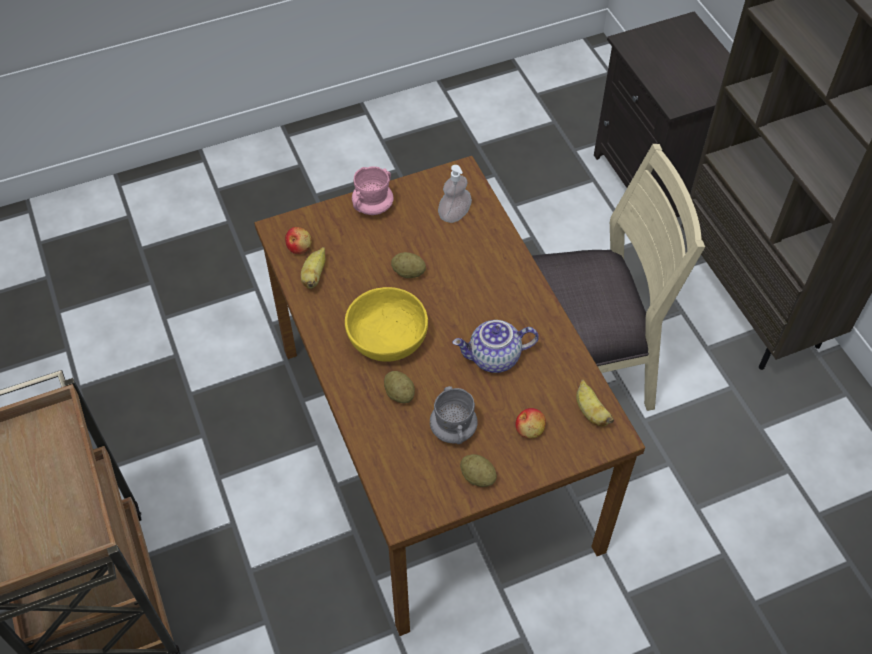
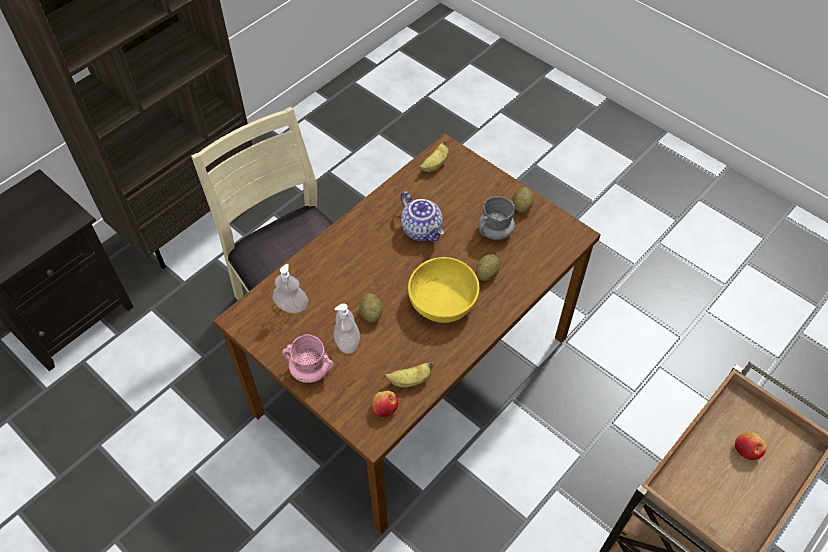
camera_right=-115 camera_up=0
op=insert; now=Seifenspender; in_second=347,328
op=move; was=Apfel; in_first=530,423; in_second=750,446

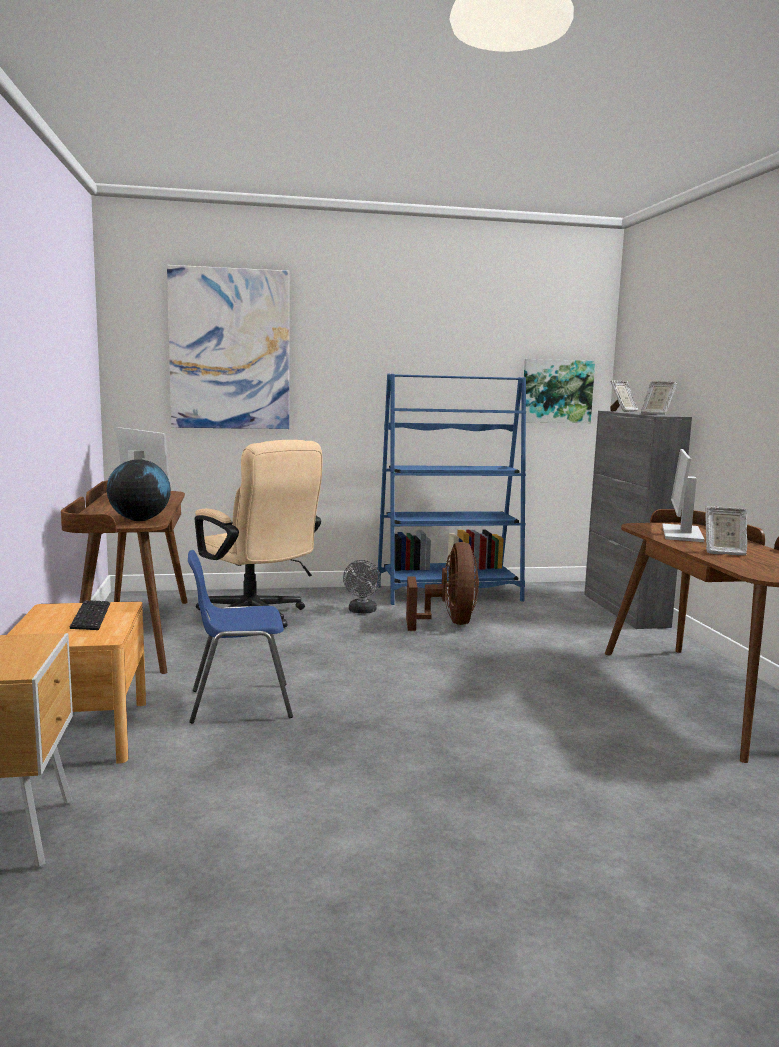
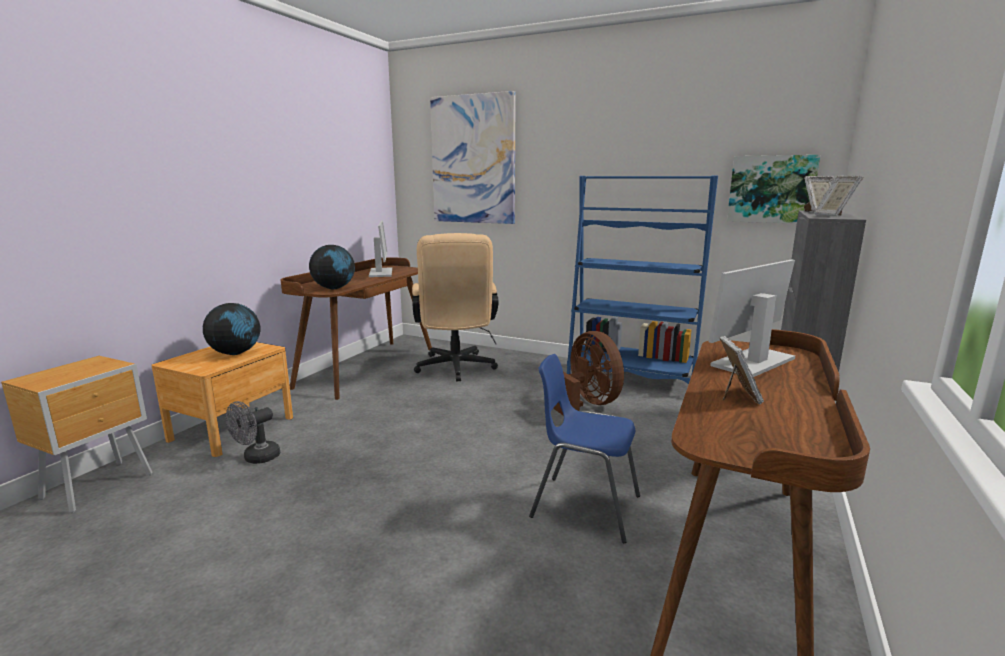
camera_right=35 camera_up=5
op=move; was=Stuhl/blau; in_first=240,637; in_second=584,448
op=move; was=Ventilator/grau; in_first=362,587; in_second=253,432
op=replace; was=Tastatur; now=Globus; in_first=89,615; in_second=231,329
op=rotate; was=Ventilator/braun; in_first=442,586; in_second=588,373; clockwise=-60
op=rotate; was=Bilderrahmen; in_first=726,531; in_second=741,370; clockwise=-135

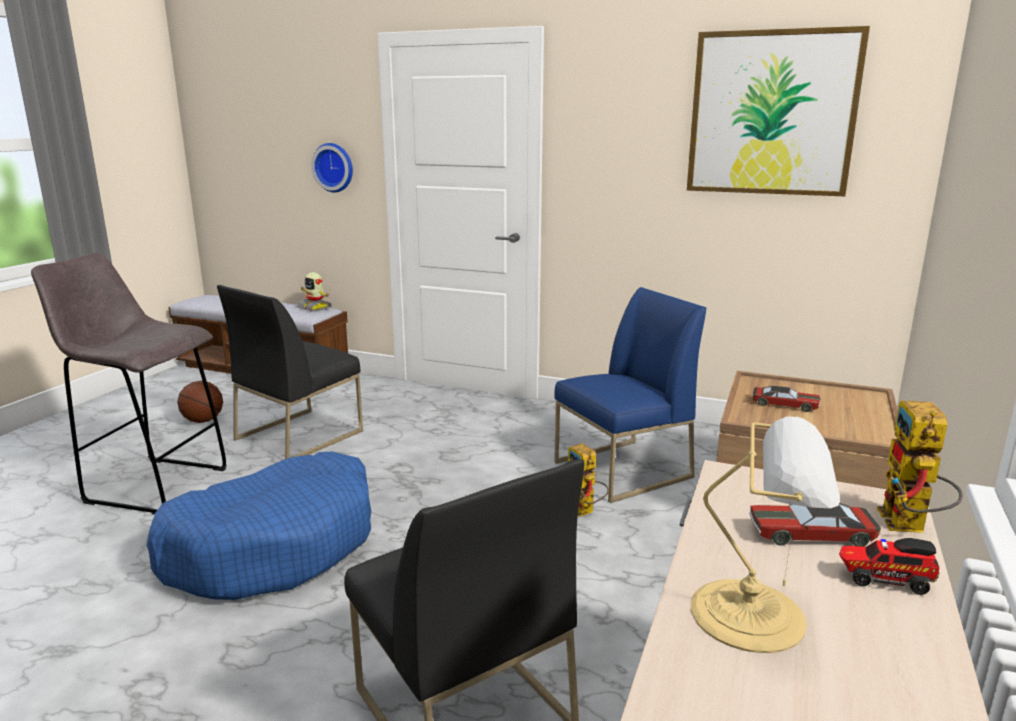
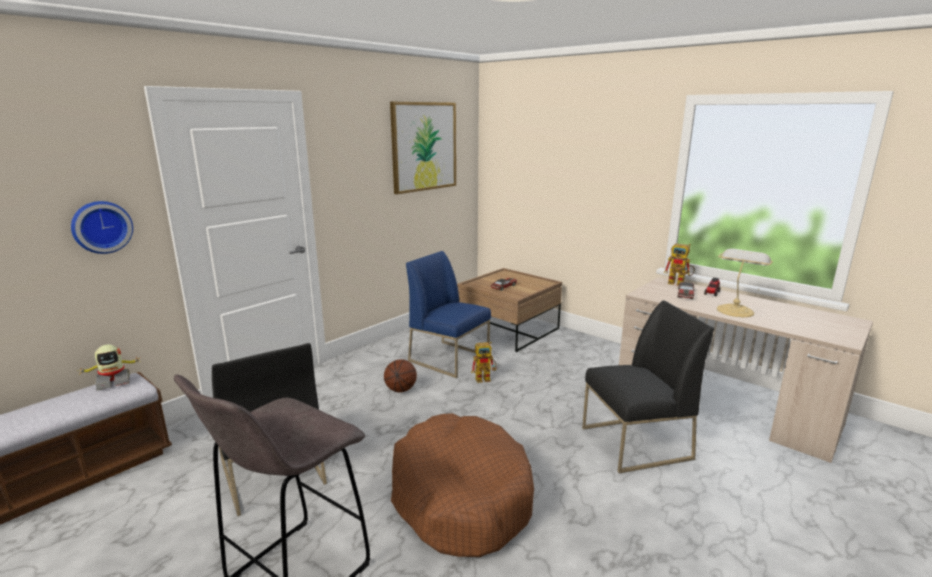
camera_right=-70 camera_up=0
op=move; was=Basketball; in_first=200,402; in_second=400,375
op=recolor; was=Hundebett/blau; now=Hundebett/braun; in_first=259,525; in_second=462,485
op=rotate; was=Stuhl/blau; in_first=630,395; in_second=448,314; clockwise=-45

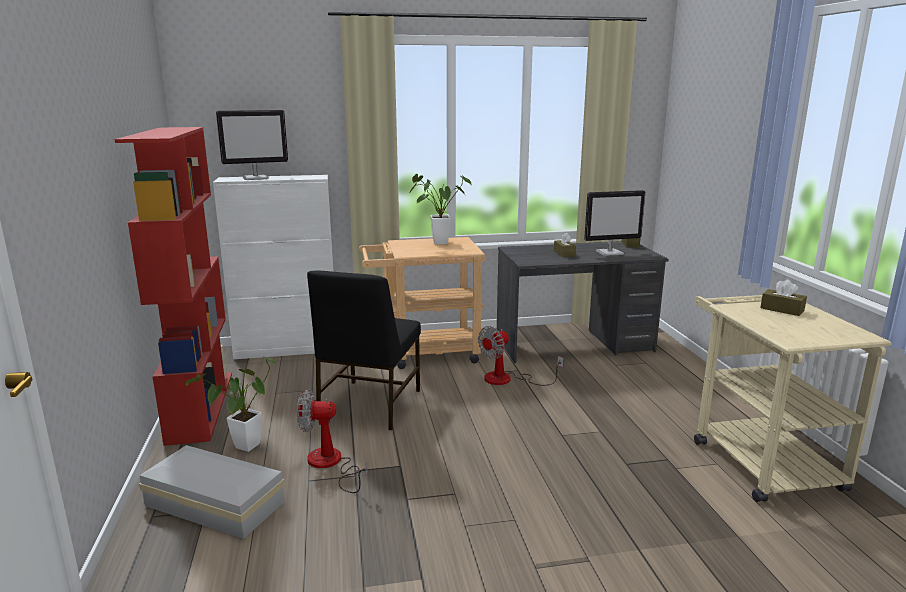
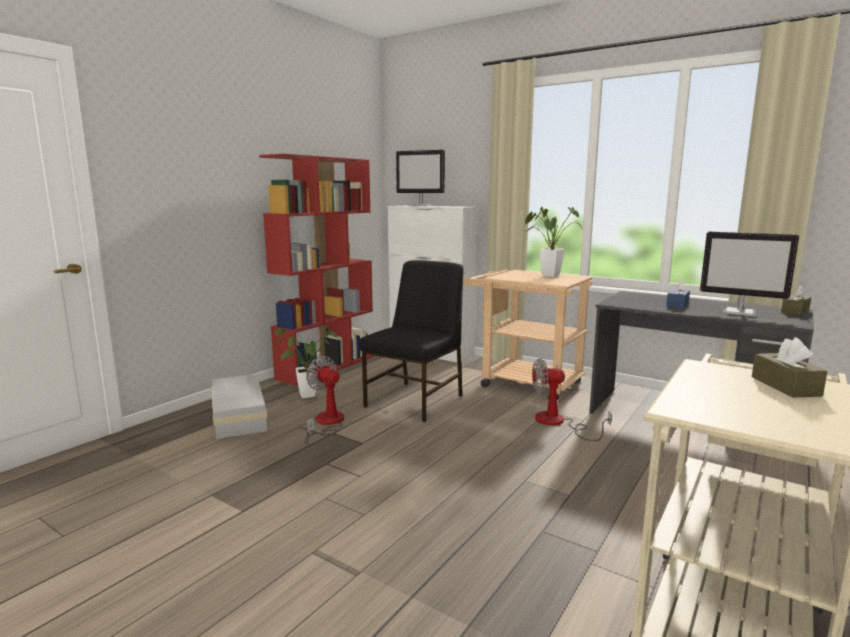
camera_right=45 camera_up=-5
op=recolor; was=Taschentuchbox/braun; now=Taschentuchbox/blau; in_first=565,244; in_second=678,294
op=rotate; was=Stuhl/schwarz; in_first=364,350; in_second=412,341; clockwise=150

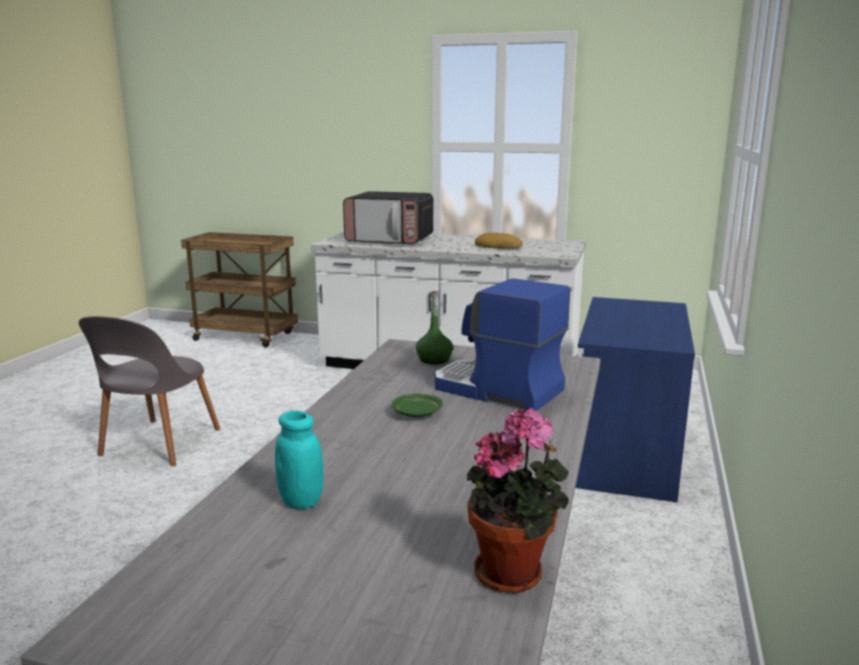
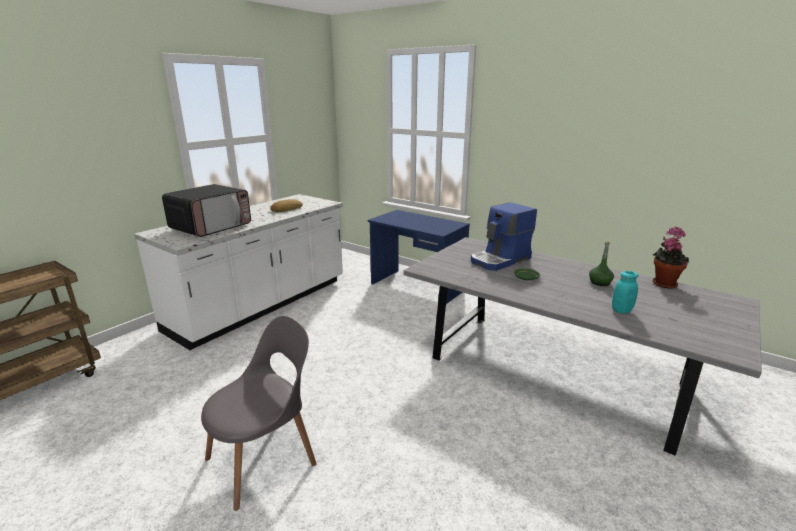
camera_right=-70 camera_up=5
op=move; was=Flasche/grün; in_first=434,327; in_second=601,263
op=rotate; was=Stuhl/grau; in_first=149,391; in_second=259,413; clockwise=-75

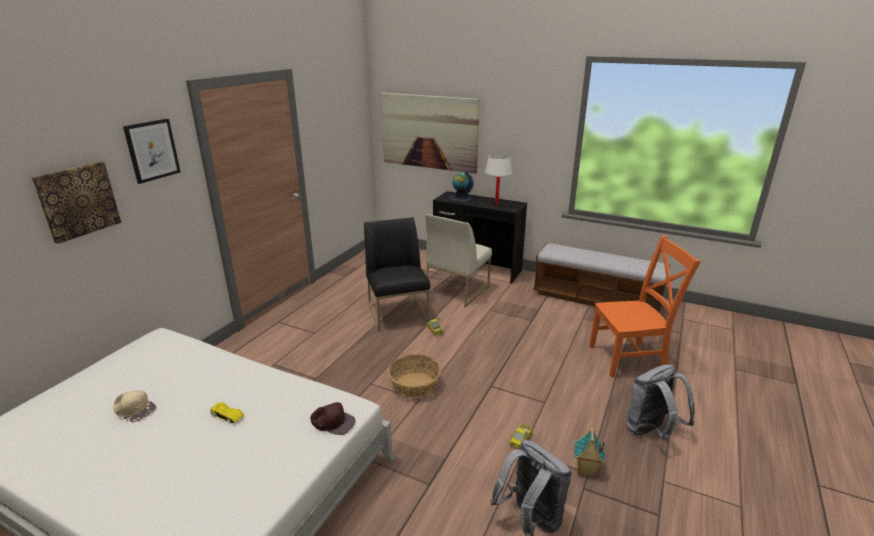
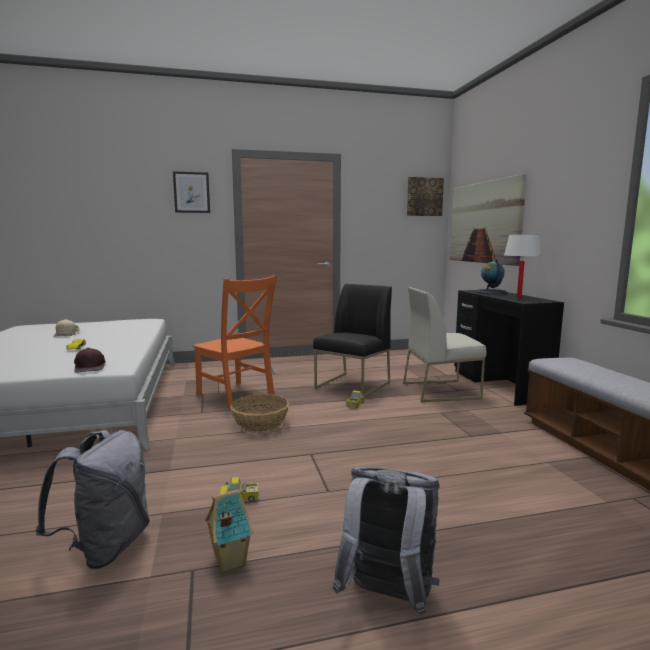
camera_right=50 camera_up=-15
op=move; was=Bild; in_first=76,203; in_second=425,196
op=move; was=Stuhl/orange; in_first=645,306; in_second=235,342

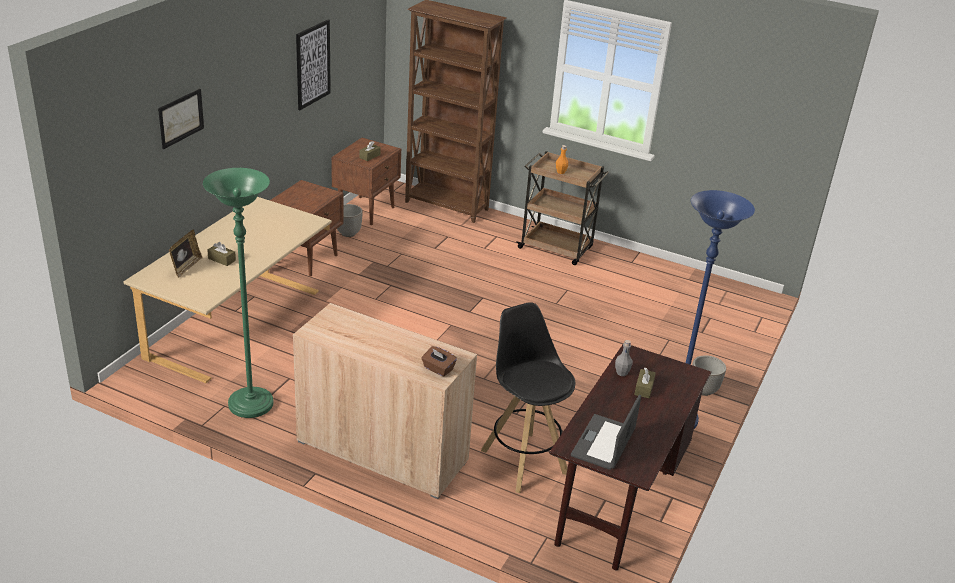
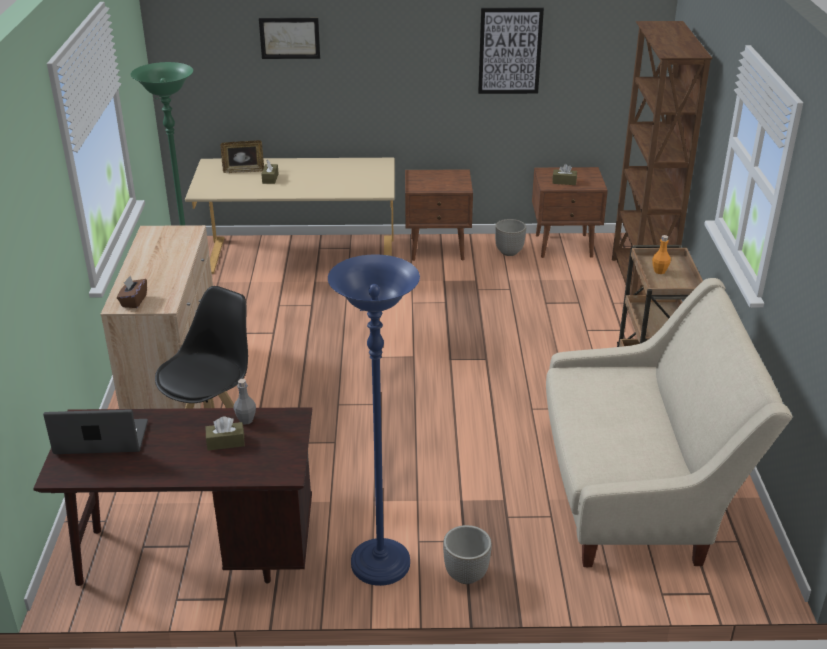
camera_right=65 camera_up=0
op=insert; now=Sofa/beige; in_second=669,422

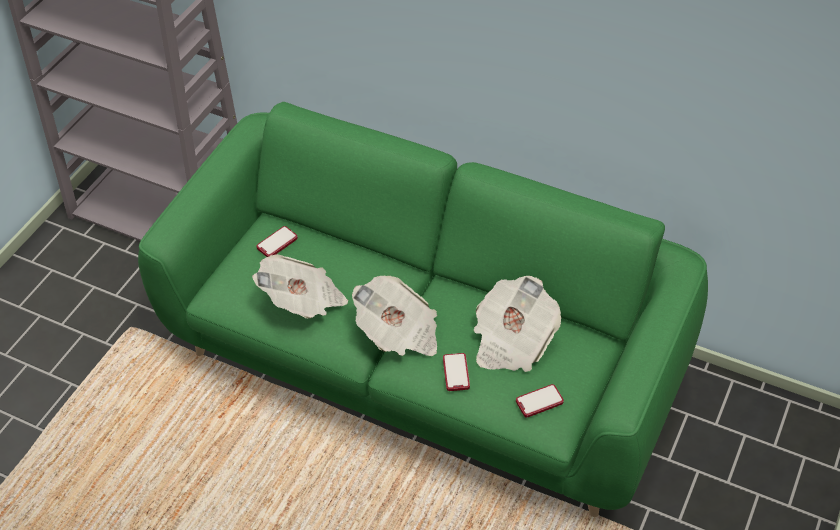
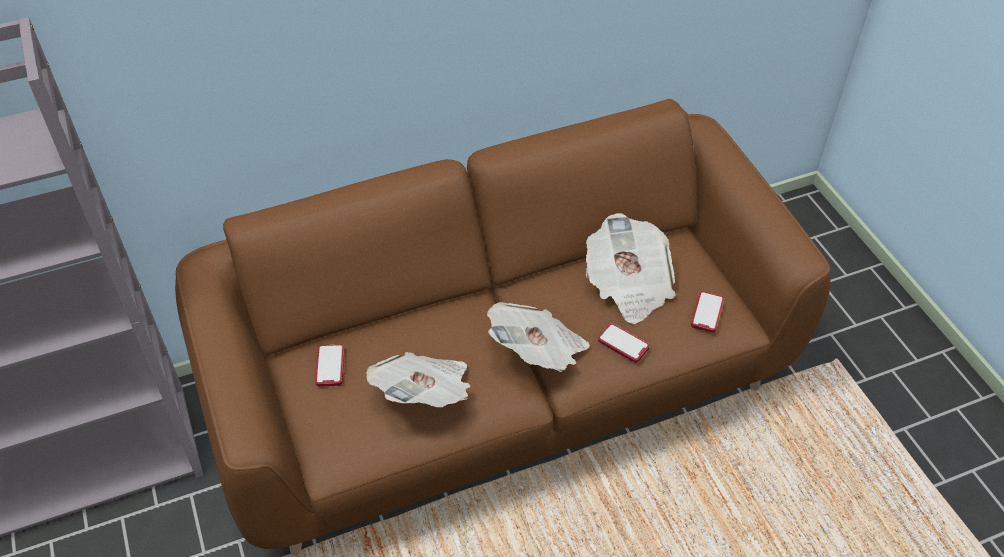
camera_right=-50 camera_up=0
op=recolor; was=Sofa/grün; now=Sofa/braun; in_first=423,309; in_second=502,327

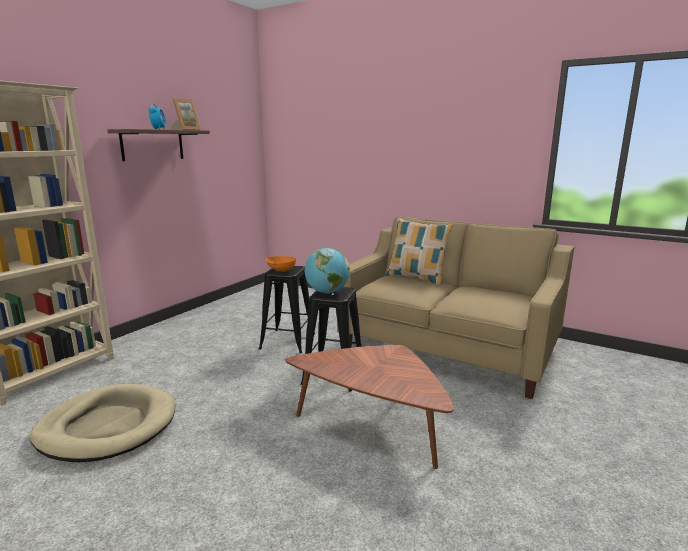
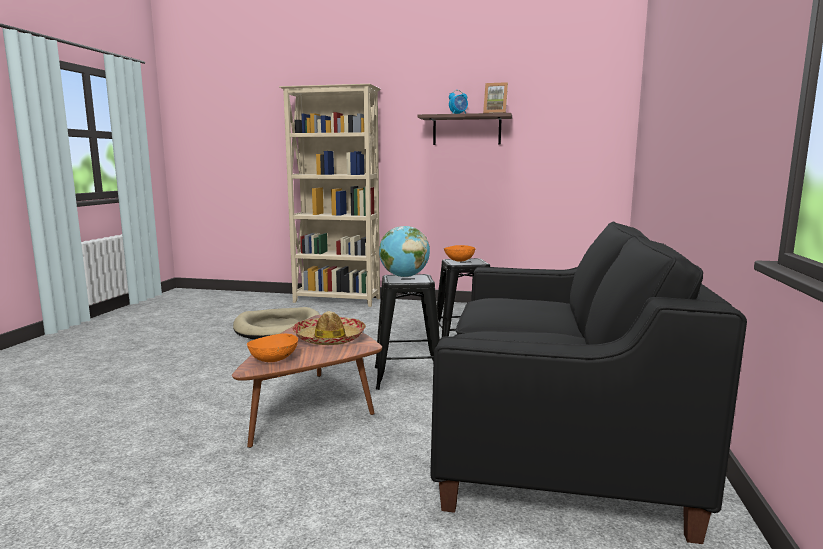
camera_right=70 camera_up=-5
op=delete; was=Kissen; in_first=419,251
op=insert; now=Schüssel/orange; in_second=272,347
op=insert; now=Hut; in_second=329,328
op=recolor; was=Sofa/beige; now=Sofa/schwarz; in_first=455,308; in_second=588,382

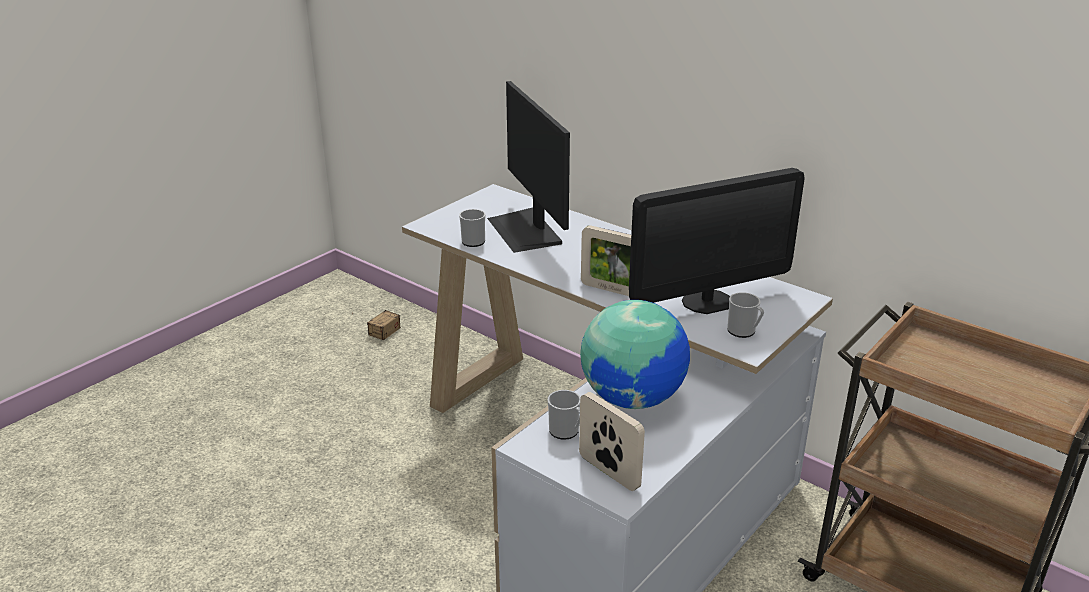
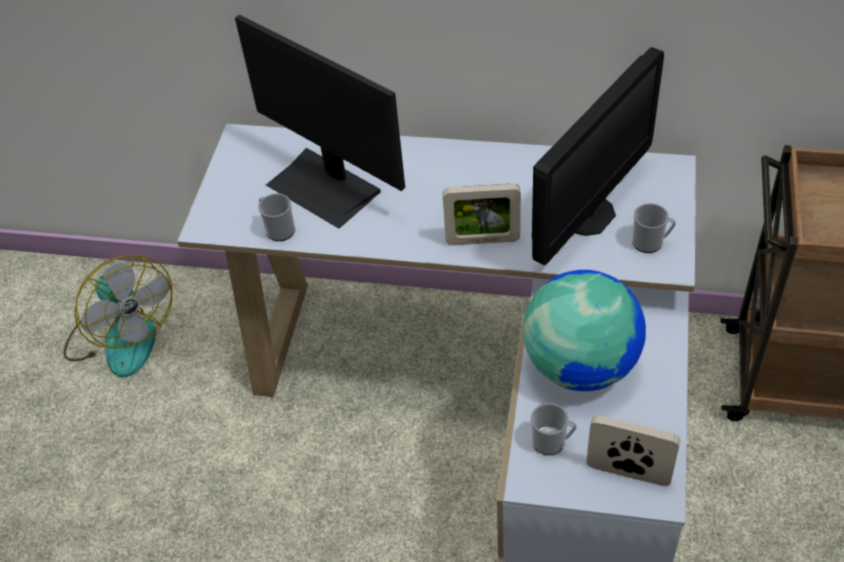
camera_right=-25 camera_up=20
op=replace; was=Aufbewahrungsbox; now=Ventilator; in_first=376,325; in_second=117,316

